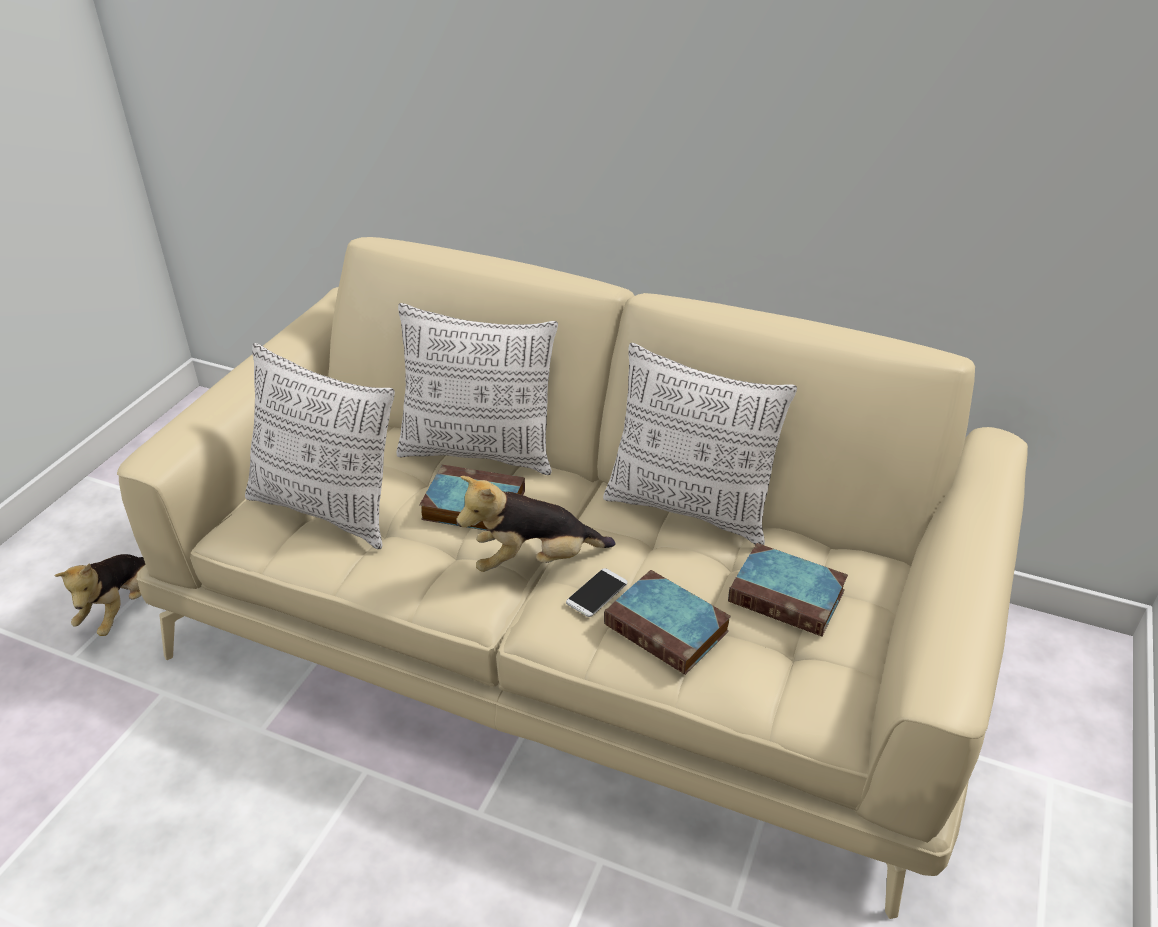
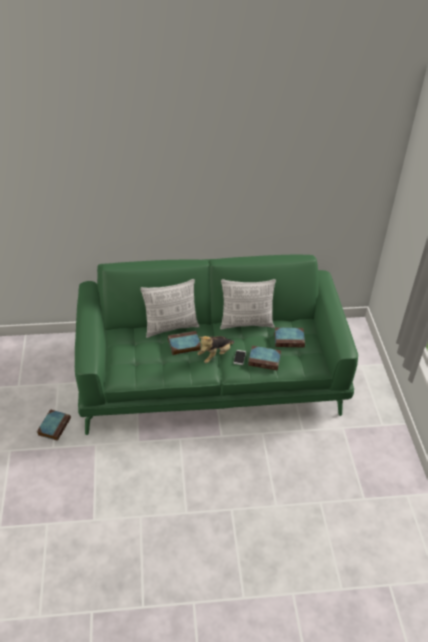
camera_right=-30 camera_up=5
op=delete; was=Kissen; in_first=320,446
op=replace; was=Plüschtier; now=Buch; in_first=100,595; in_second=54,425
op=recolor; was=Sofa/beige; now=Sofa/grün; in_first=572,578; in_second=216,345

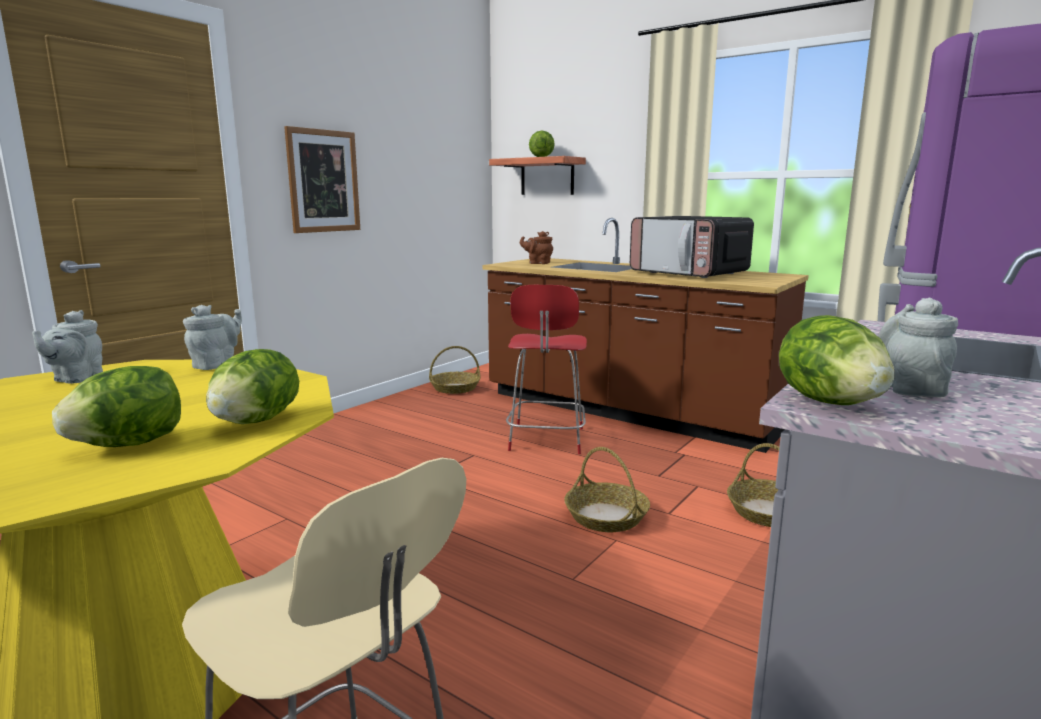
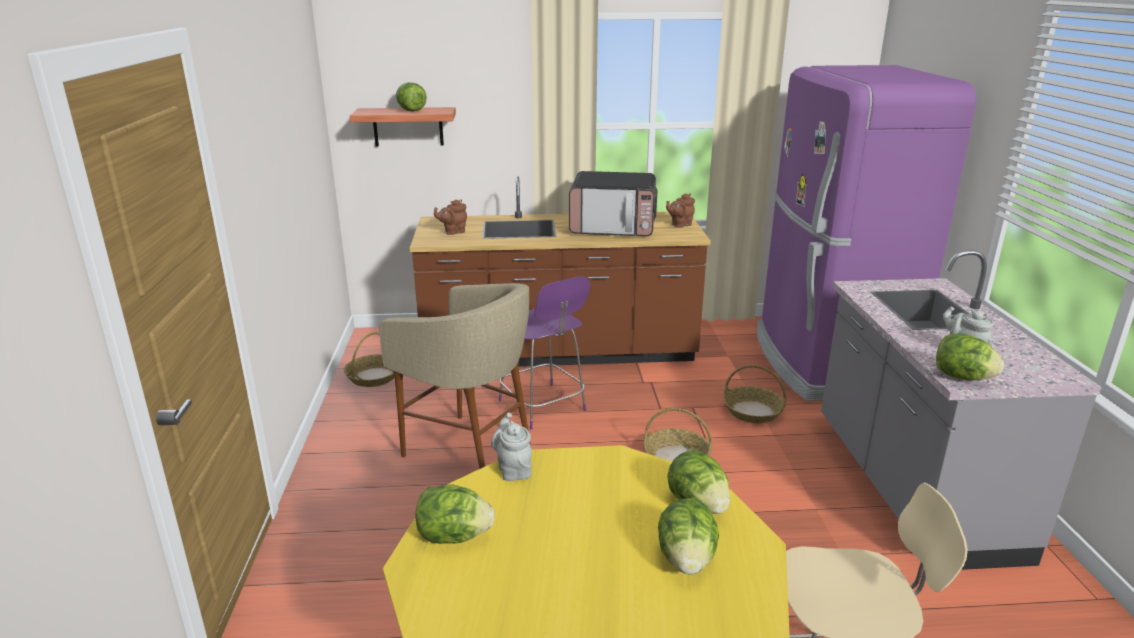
camera_right=-40 camera_up=10
op=delete; was=Bild; in_first=322,179
op=insert; now=Hocker/beige; in_second=455,376
op=insert; now=Teekanne/braun; in_second=680,210
op=replace; was=Teekanne/grau; now=Salatkopf; in_first=67,347; in_second=455,514
op=recolor; was=Stuhl/rot; now=Stuhl/lila; in_first=546,369; in_second=544,352

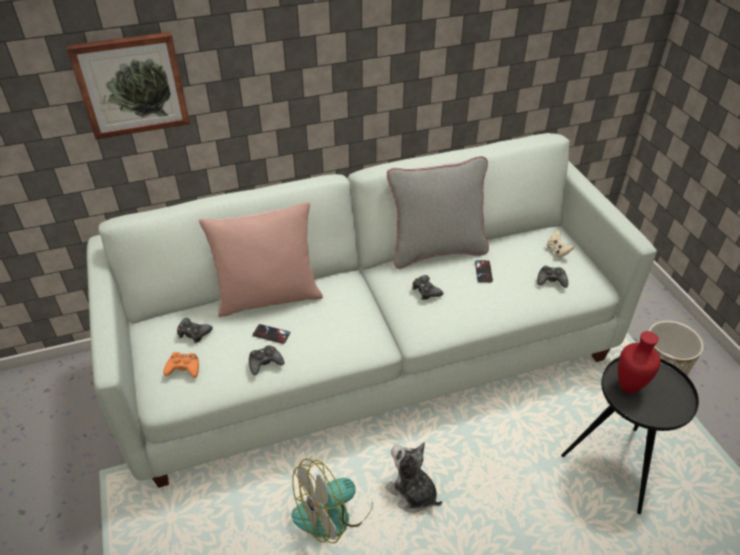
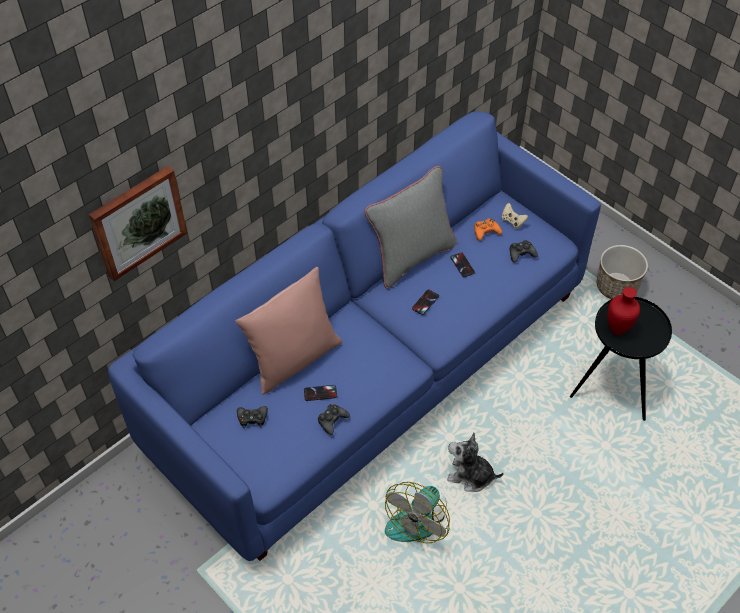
camera_right=-25 camera_up=10
op=move; was=Gamepad/orange; in_first=181,365; in_second=488,229
op=replace; was=Gamepad/schwarz; now=Handy; in_first=427,287; in_second=425,302
op=recolor; was=Sofa/weiß; now=Sofa/blau; in_first=372,310; in_second=354,336

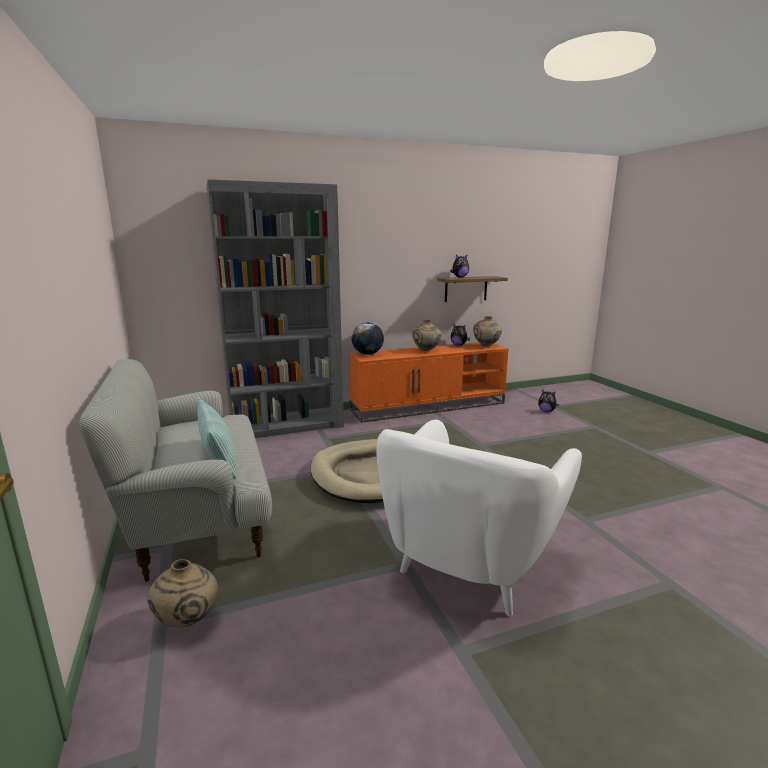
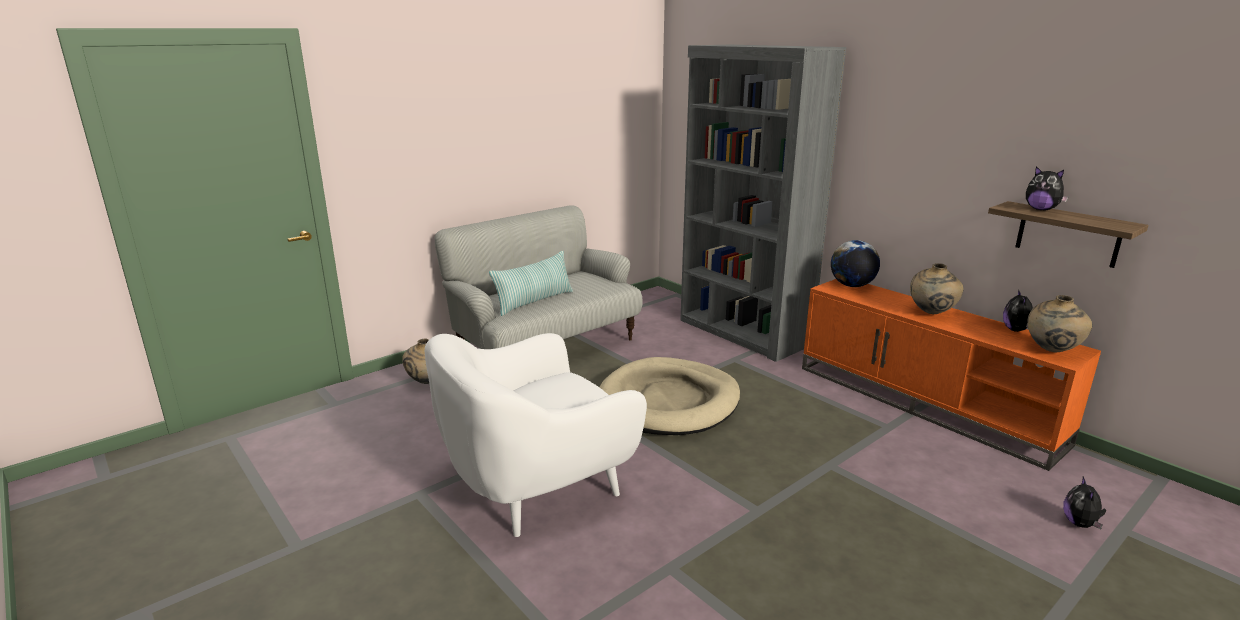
camera_right=70 camera_up=5
op=rotate; was=Sessel/weiß; in_first=479,517; in_second=536,435; clockwise=-45

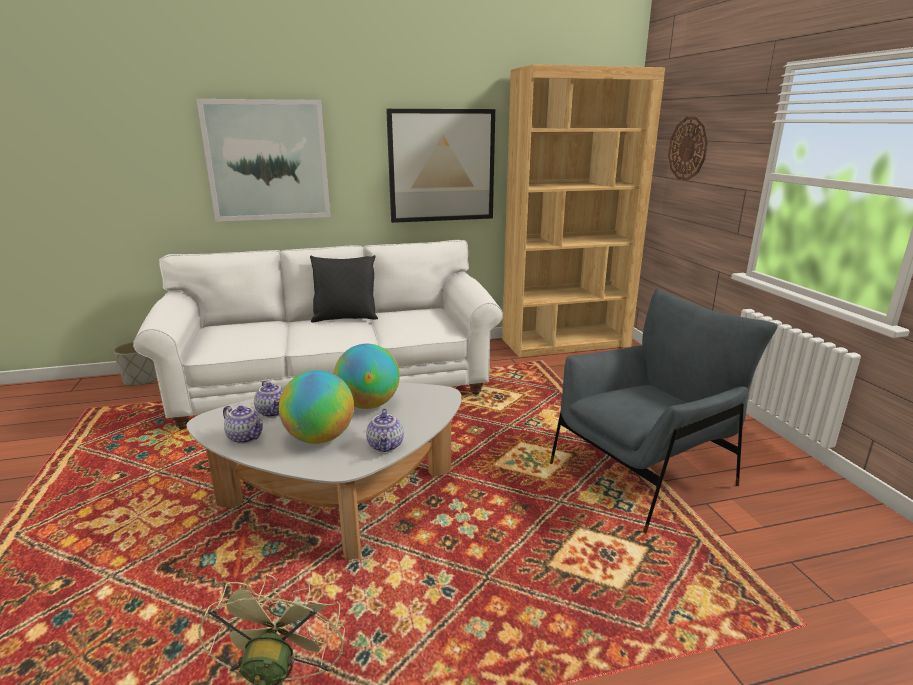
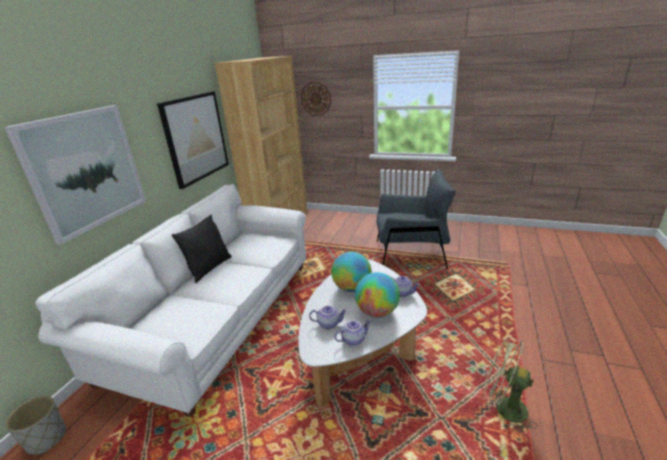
camera_right=-55 camera_up=5
op=rotate; was=Sessel/grau; in_first=664,411; in_second=416,219; clockwise=90

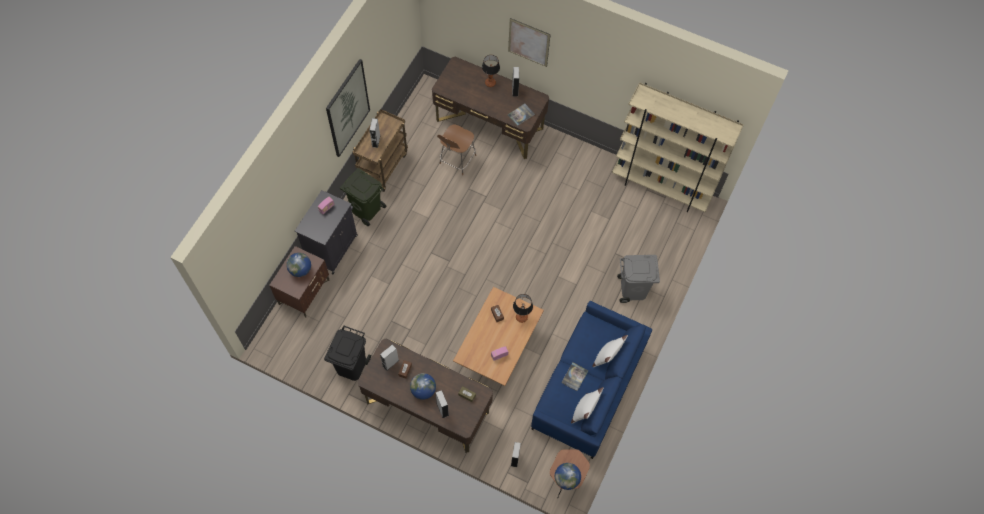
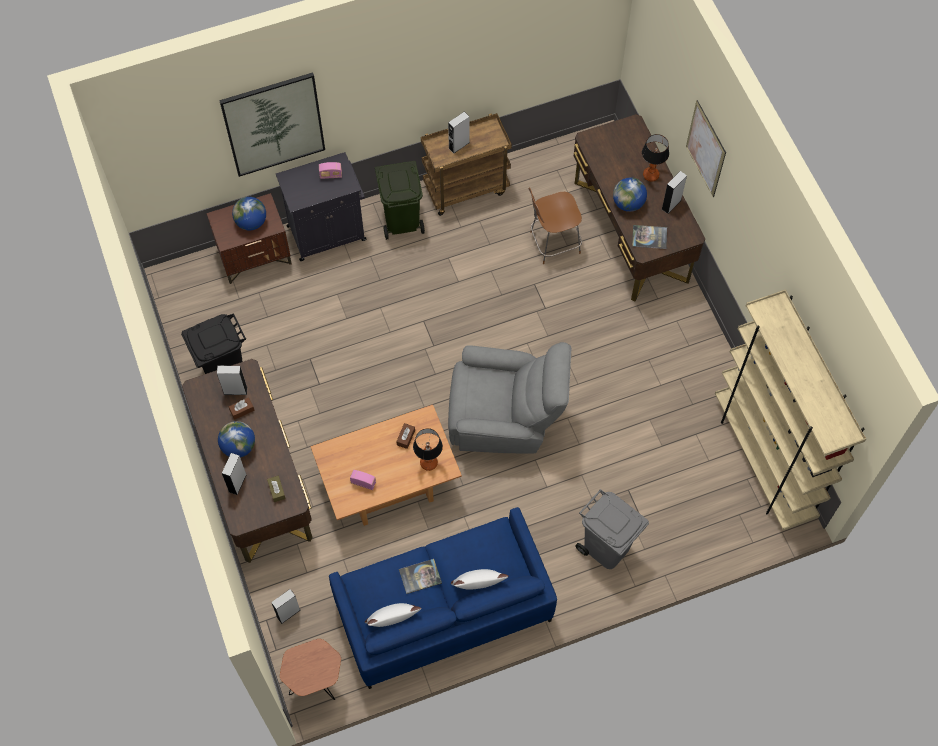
camera_right=45 camera_up=0
op=insert; now=Sessel/grau; in_second=509,397
op=move; was=Bild; in_first=348,108; in_second=272,124
op=move; was=Globus; in_first=568,476; in_second=630,195

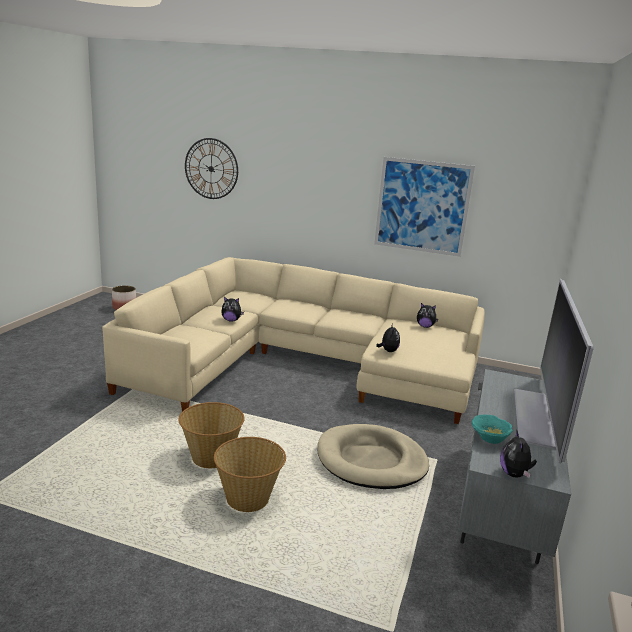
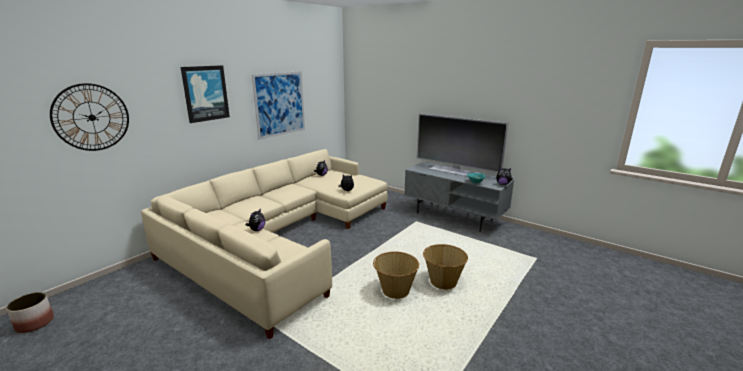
camera_right=-70 camera_up=0
op=delete; was=Hundebett/beige; in_first=373,456
op=insert; now=Bild; in_second=205,94

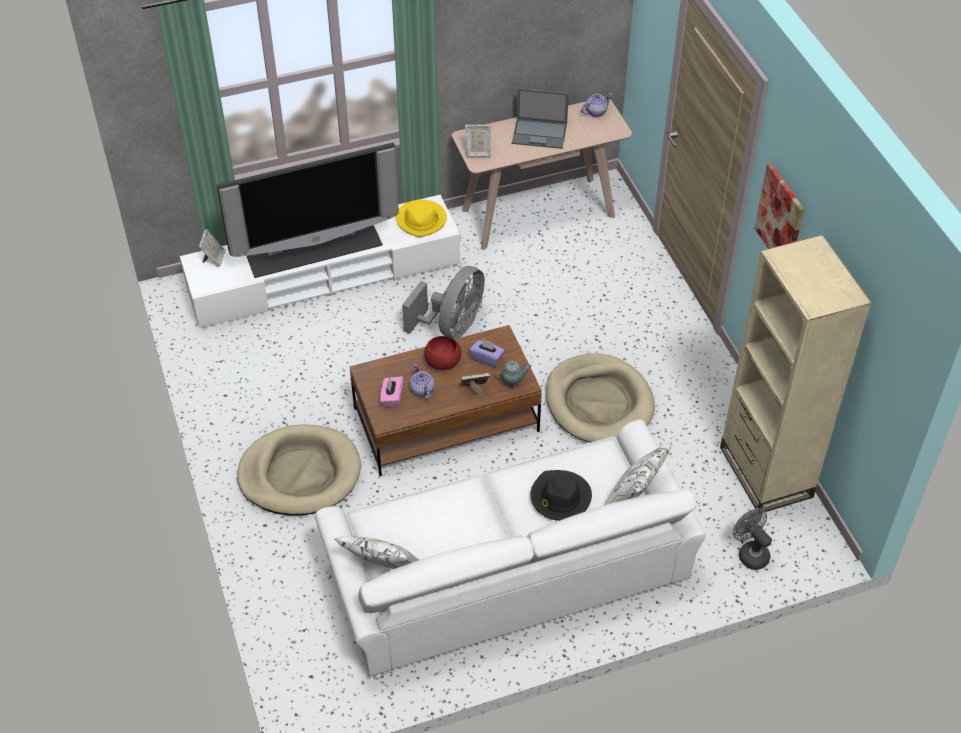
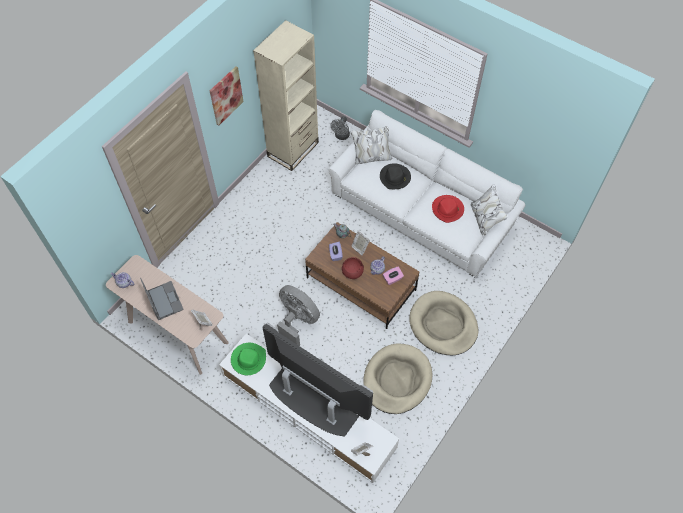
camera_right=-125 camera_up=10
op=insert; now=Hut/rot; in_second=448,209
op=move; was=Hundebett/beige; in_first=600,398; in_second=397,378
op=recolor; was=Hut/gelb; now=Hut/grün; in_first=421,218; in_second=248,359
op=rotate; was=Ventilator/grau; in_first=443,302; in_second=298,315; clockwise=45

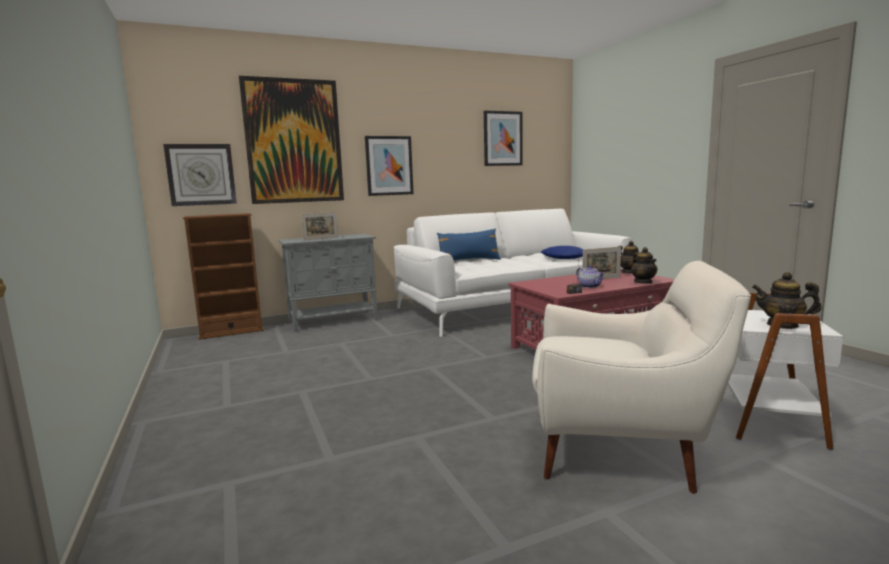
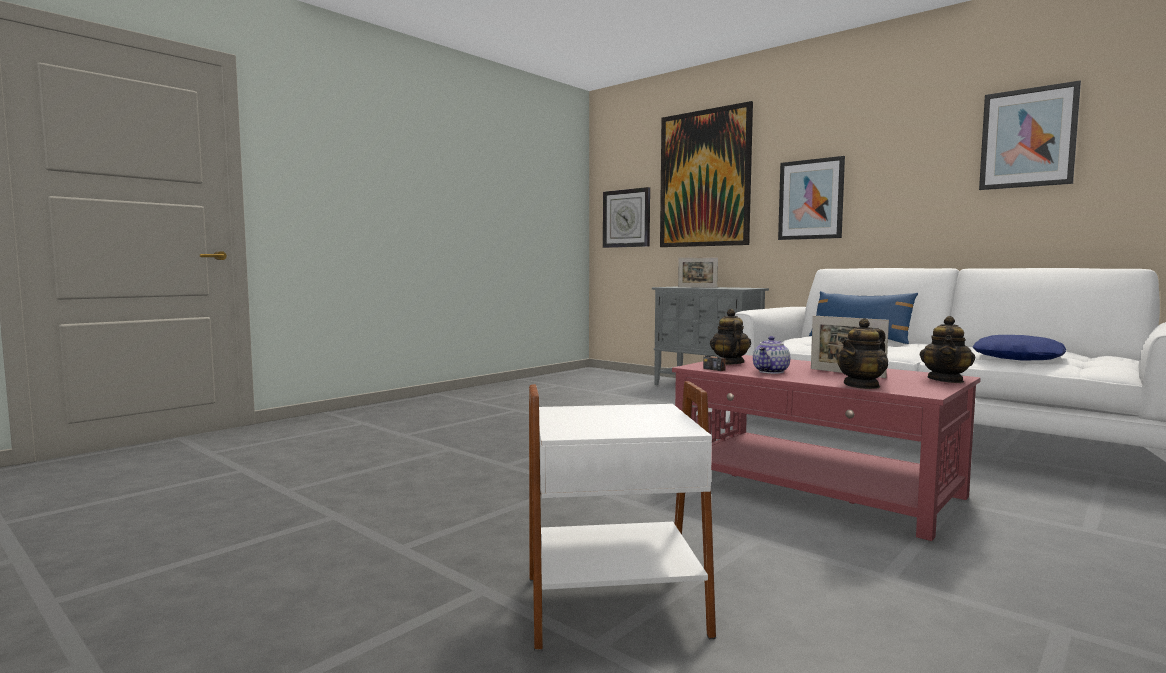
camera_right=65 camera_up=-5
op=delete; was=Bücherregal/braun; in_first=223,276
op=delete; was=Sessel/weiß; in_first=641,377
op=move; was=Teekanne; in_first=787,300; in_second=730,337

